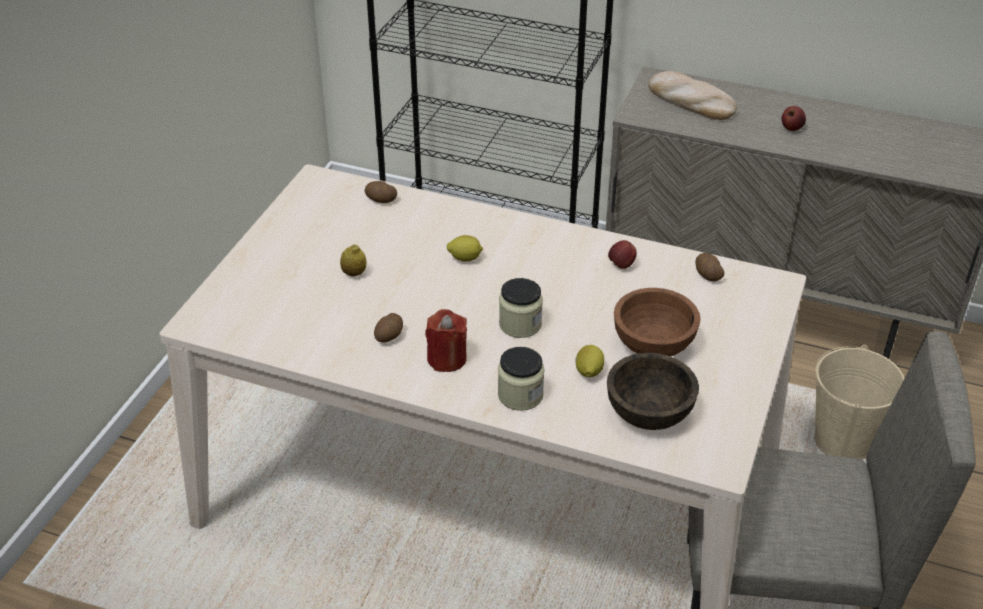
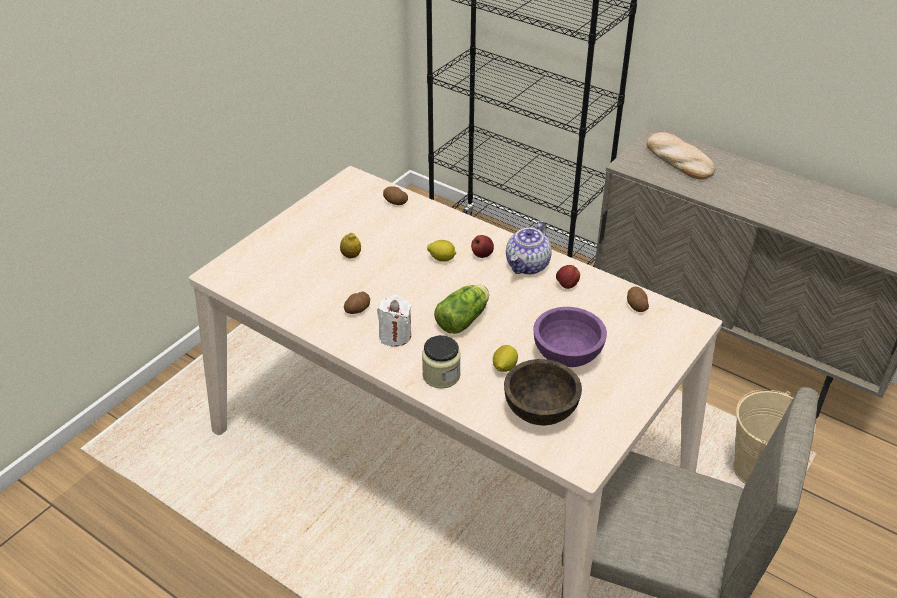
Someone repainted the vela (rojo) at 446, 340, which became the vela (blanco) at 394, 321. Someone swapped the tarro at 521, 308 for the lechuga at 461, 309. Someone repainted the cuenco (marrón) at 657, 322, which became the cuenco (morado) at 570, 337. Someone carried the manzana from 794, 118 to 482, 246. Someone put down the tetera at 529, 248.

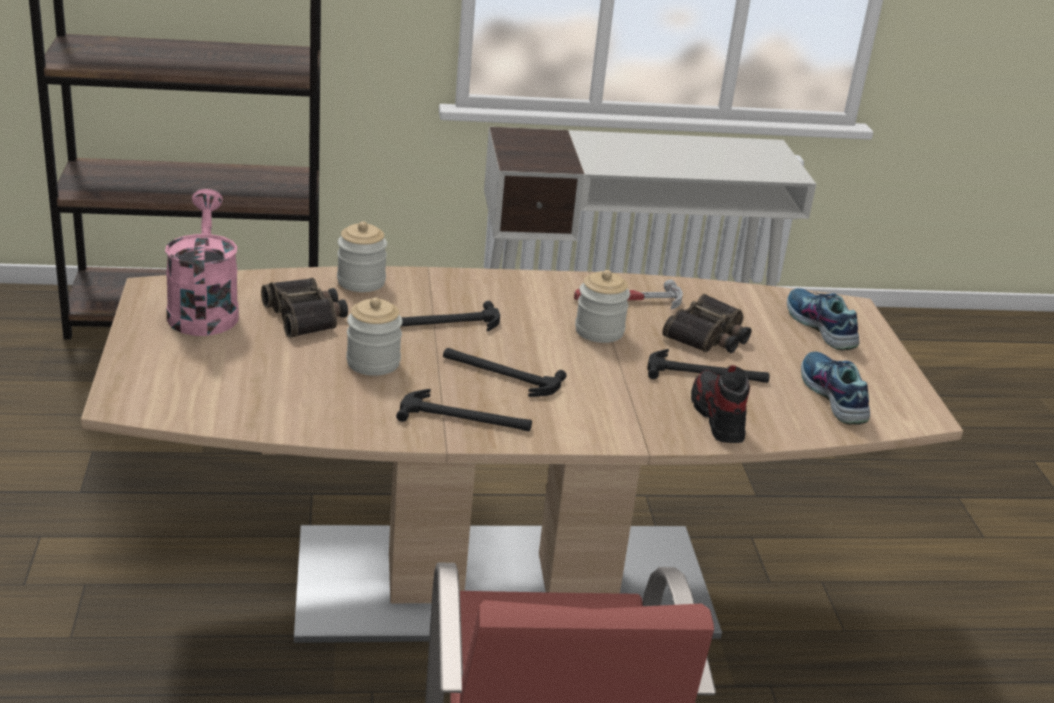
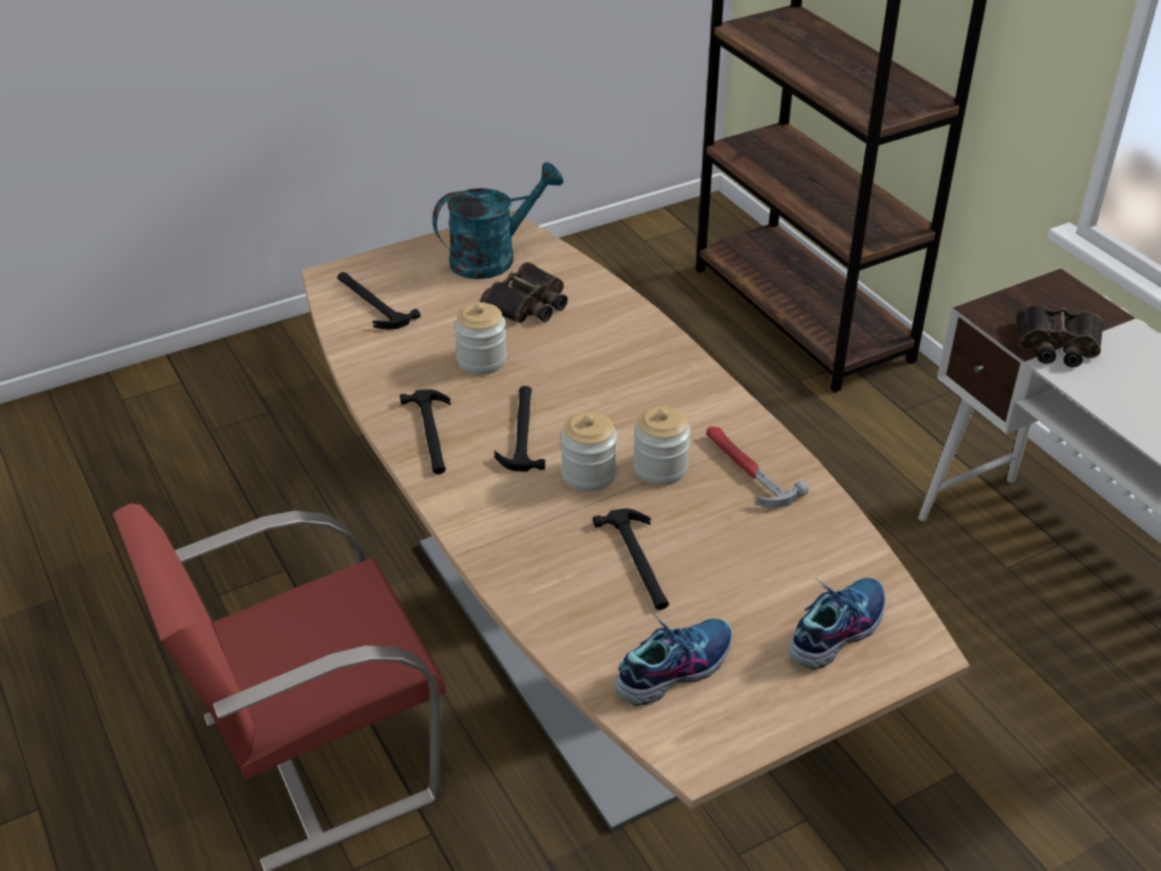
Someone repainted the regadera (rosa) at 202, 262, which became the regadera (turquesa) at 498, 220. Someone carried the tarro from 362, 256 to 589, 451. Someone carried the martillo from 450, 316 to 378, 301. Someone carried the prismáticos from 706, 323 to 1059, 335. Someone took away the zapato at 720, 404.

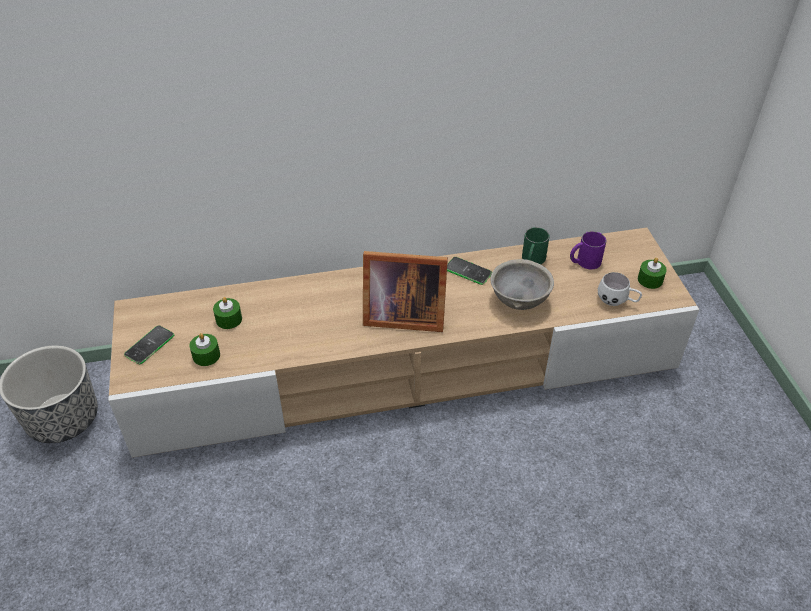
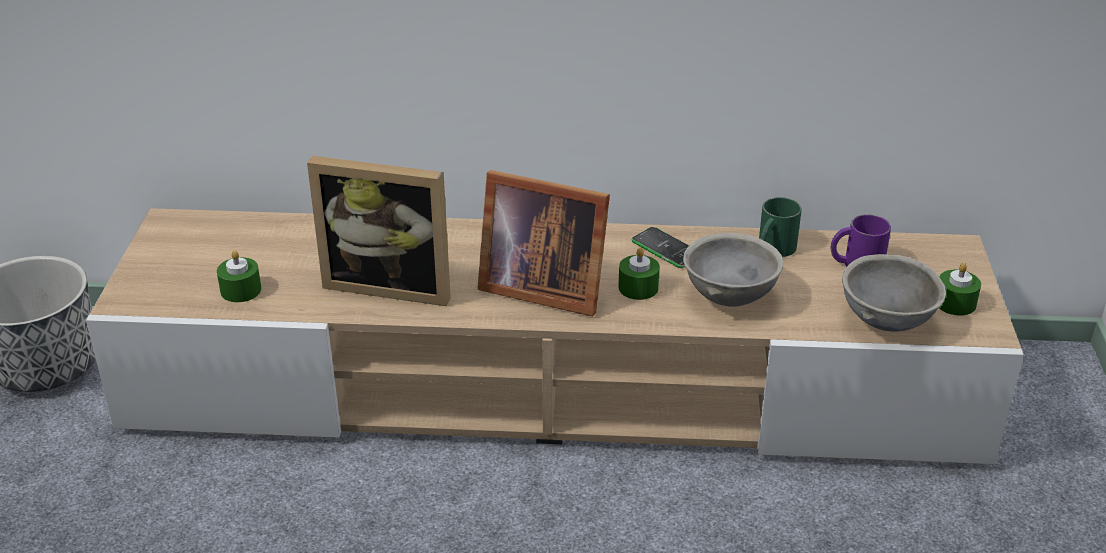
Someone took away the móvil at 149, 344. Someone carried the vela (verde) from 227, 313 to 639, 274. Someone swapped the taza grande (blanco) at 620, 289 for the cuenco (gris) at 894, 293. Someone put down the portarretratos at 379, 231.

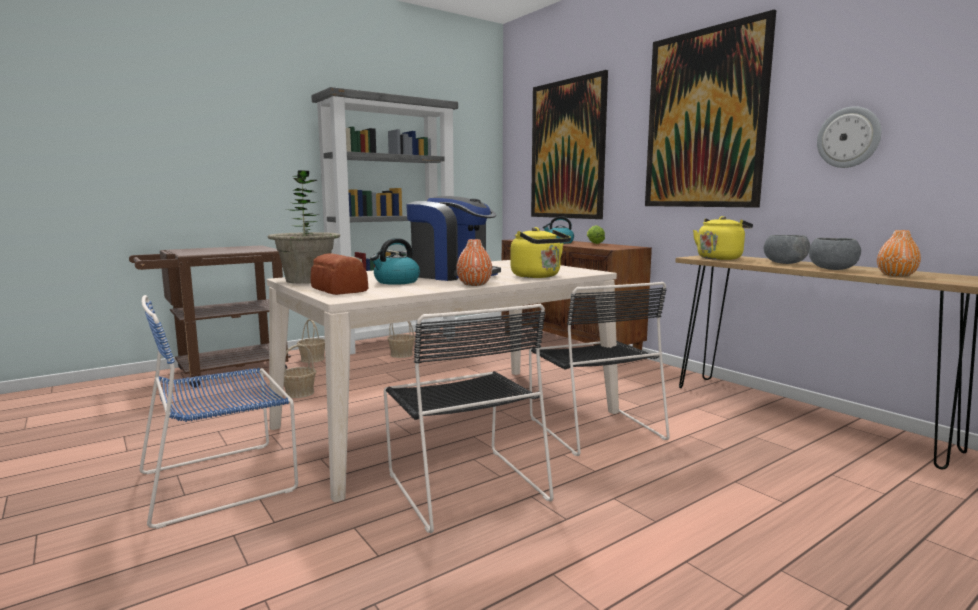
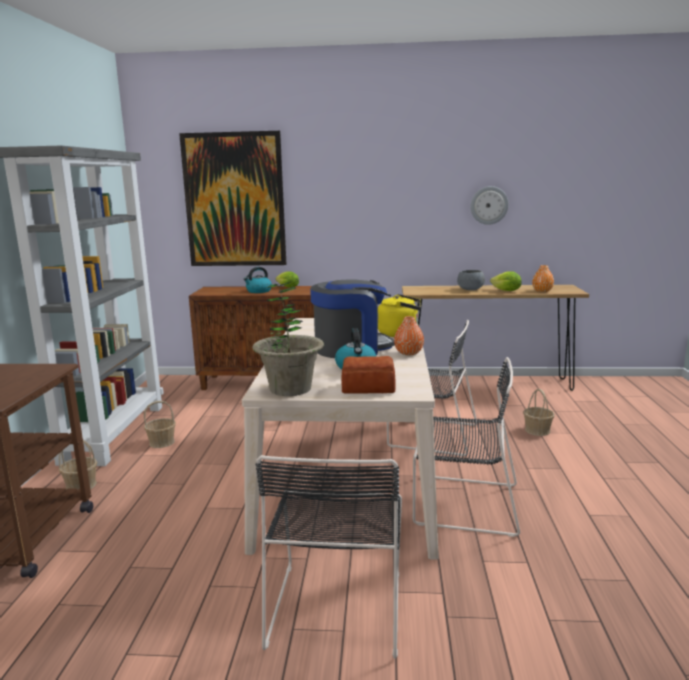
Someone repainted the silla (azul) at 218, 412, which became the silla (negro) at 328, 557. Someone carried the cesta from 300, 371 to 539, 412. Someone took away the cuadro at 710, 109. Someone took away the hervidor (amarillo) at 723, 238. Someone swapped the cuenco (gris) at 835, 254 for the lechuga at 506, 281.

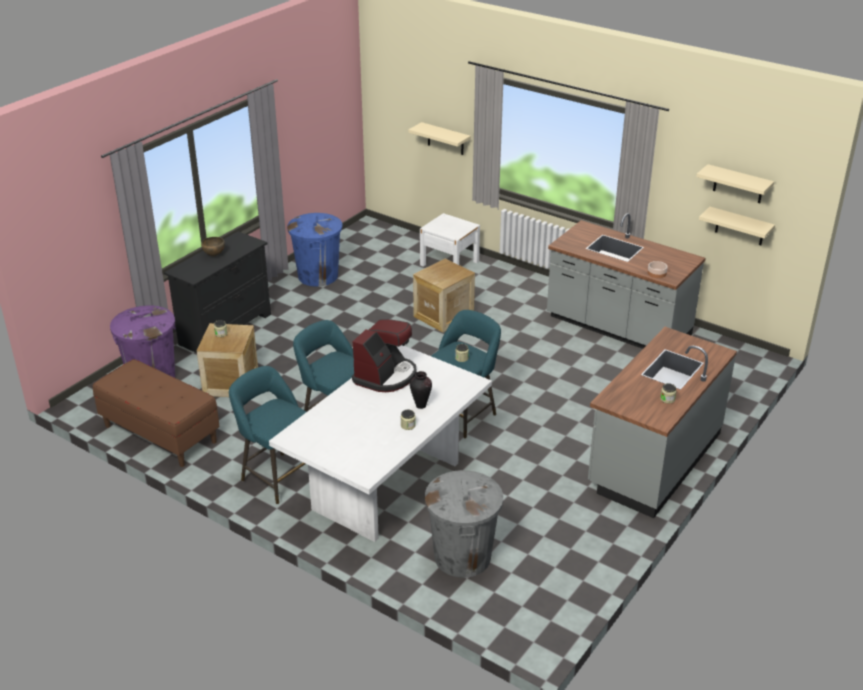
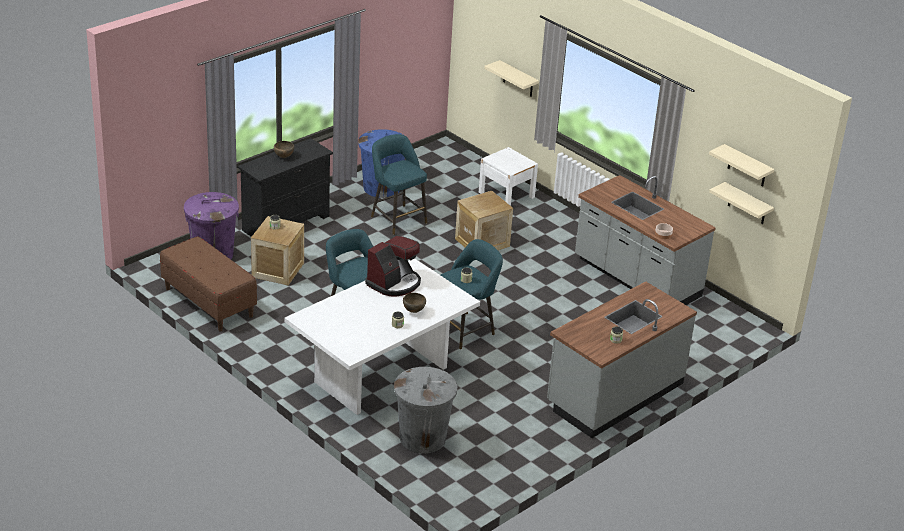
Someone carried the taburete (turquesa) from 267, 435 to 399, 184. Someone swapped the florero at 421, 390 for the cuenco (marrón) at 414, 303.

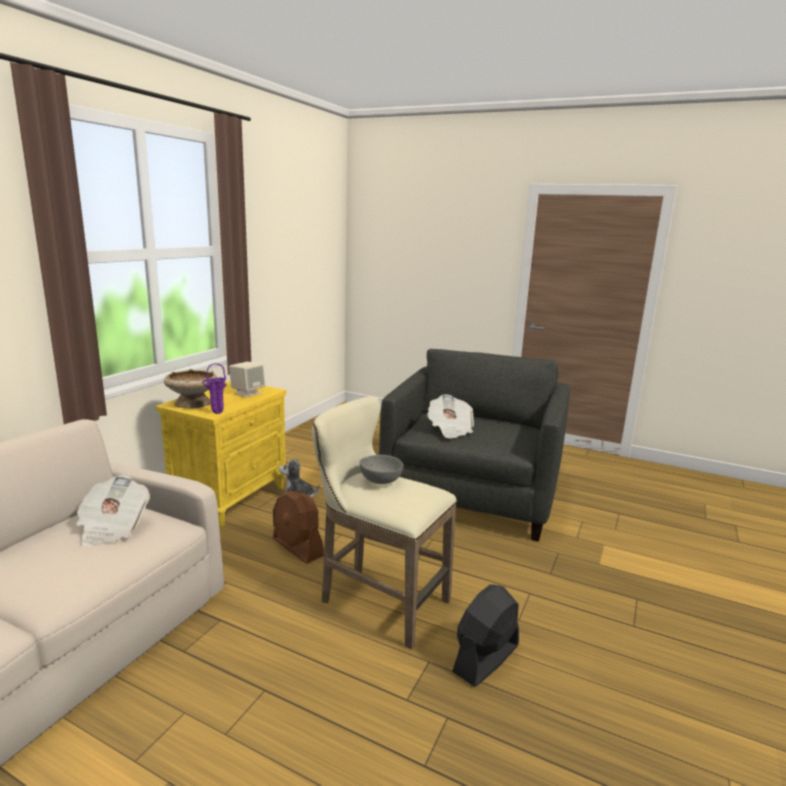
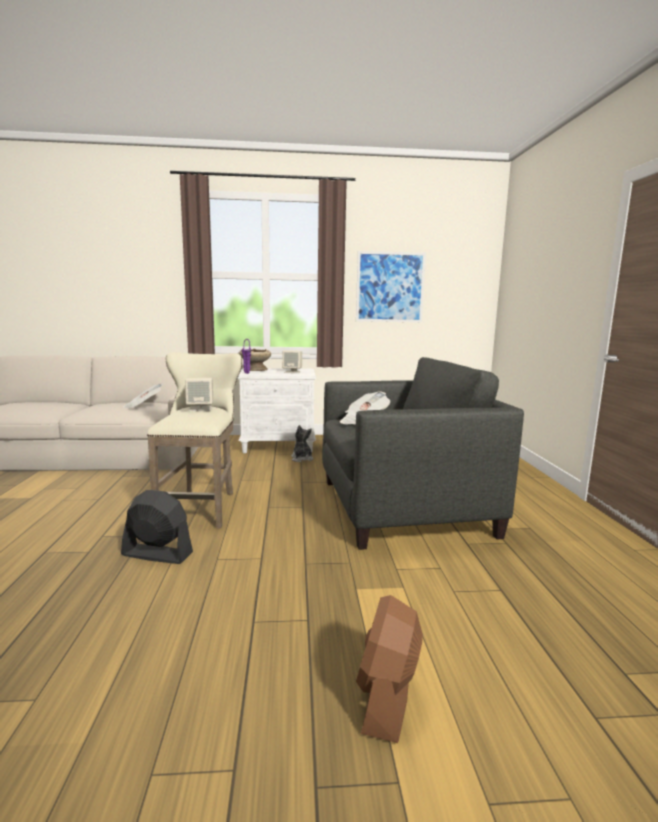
Someone repainted the mesita de noche (amarillo) at 221, 454, which became the mesita de noche (blanco) at 276, 410. Someone carried the ventilador (marrón) from 298, 527 to 389, 669. Someone swapped the cuenco (gris) at 381, 469 for the altavoz (beis) at 199, 394. Someone put up the cuadro at 391, 286.

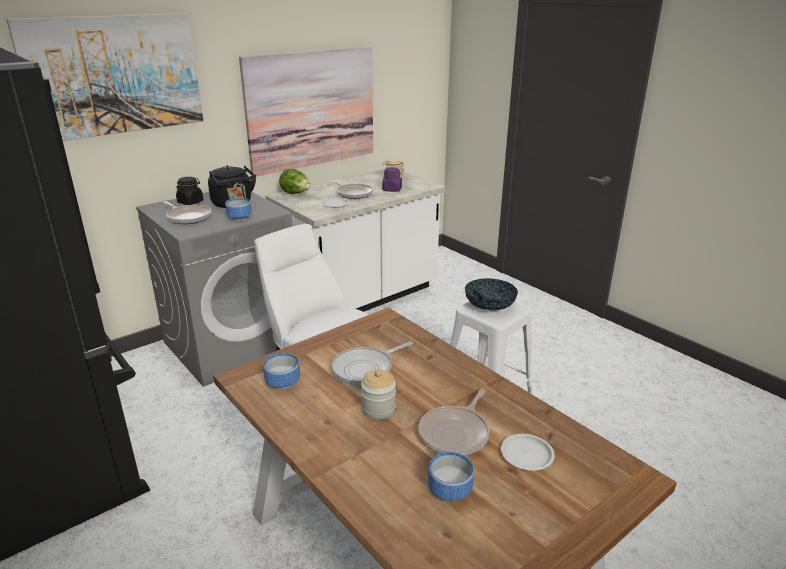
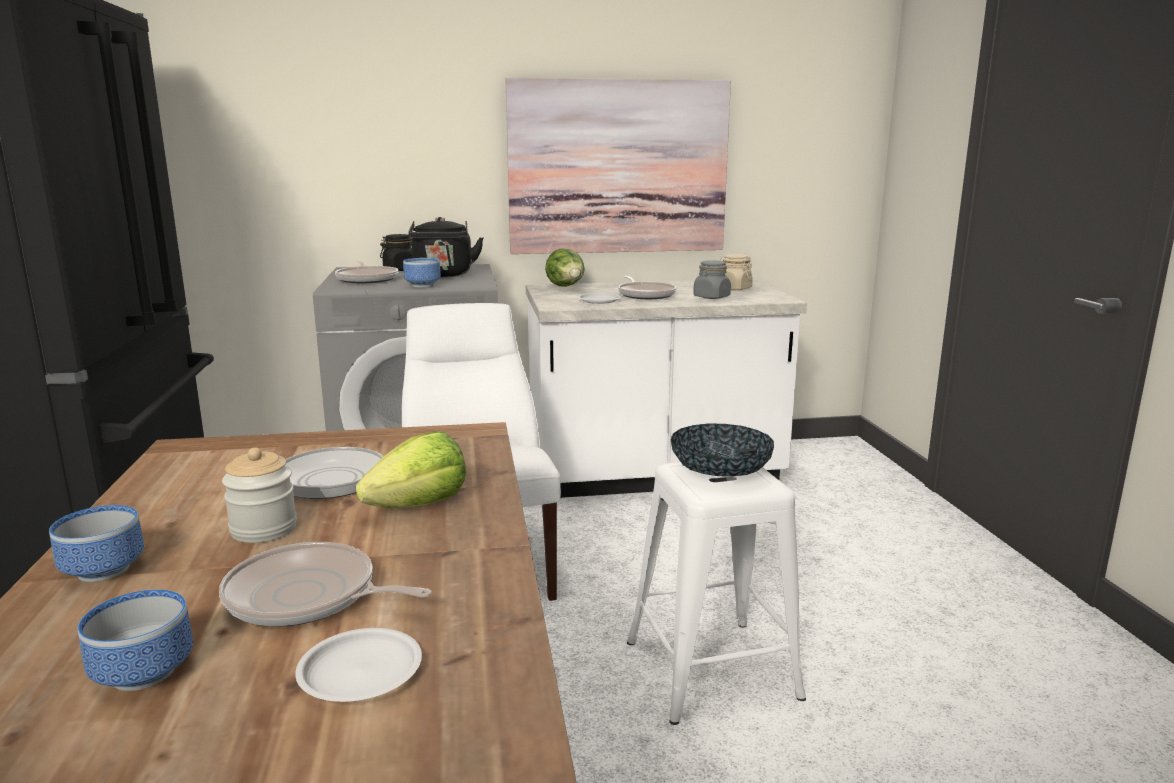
Someone took away the cuadro at 105, 77. Someone carried the cuenco from 281, 371 to 96, 543. Someone repainted the tarro (morado) at 392, 179, which became the tarro (gris) at 712, 279. Someone rotated the sartén at 453, 422 by 45 degrees clockwise. Someone put down the lechuga at 411, 469.

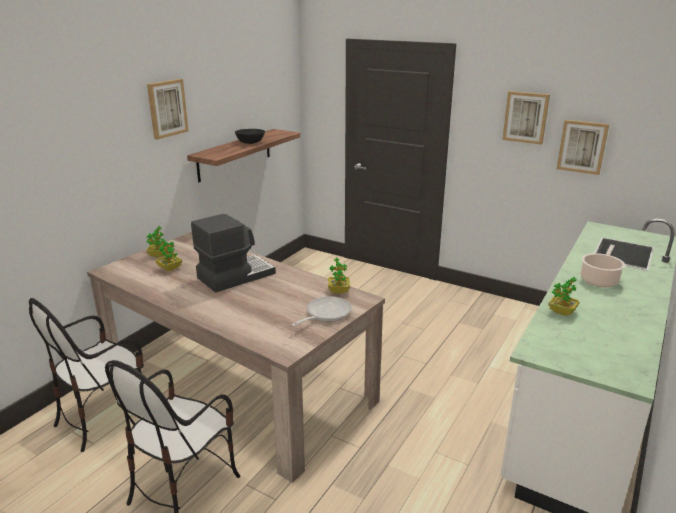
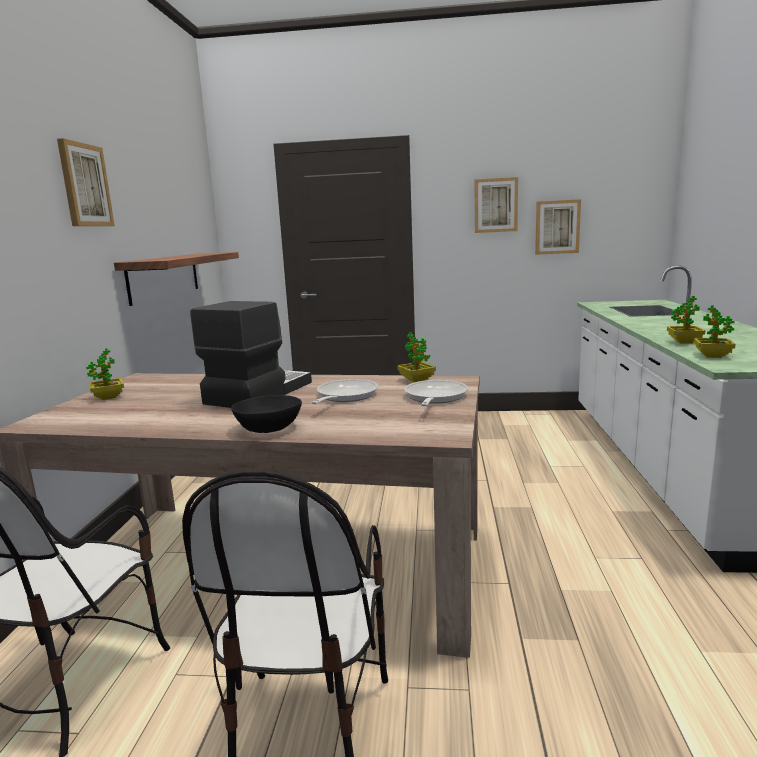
Someone carried the planta en maceta from 169, 254 to 715, 331. Someone carried the cuenco (negro) from 250, 136 to 266, 414. Someone took away the olla at 603, 266. Someone put down the sartén at 345, 391.

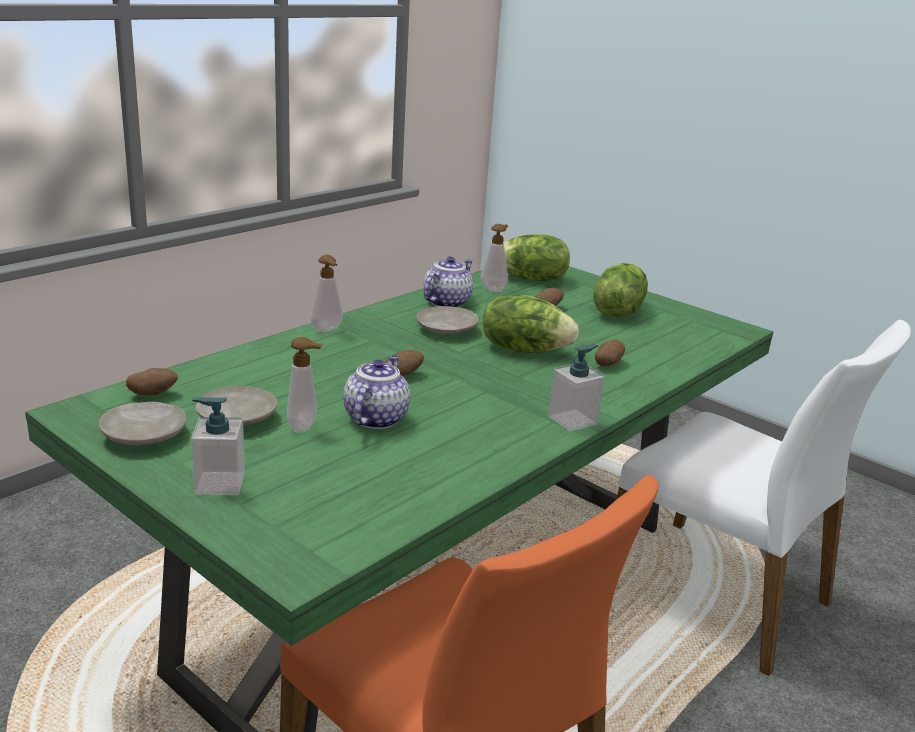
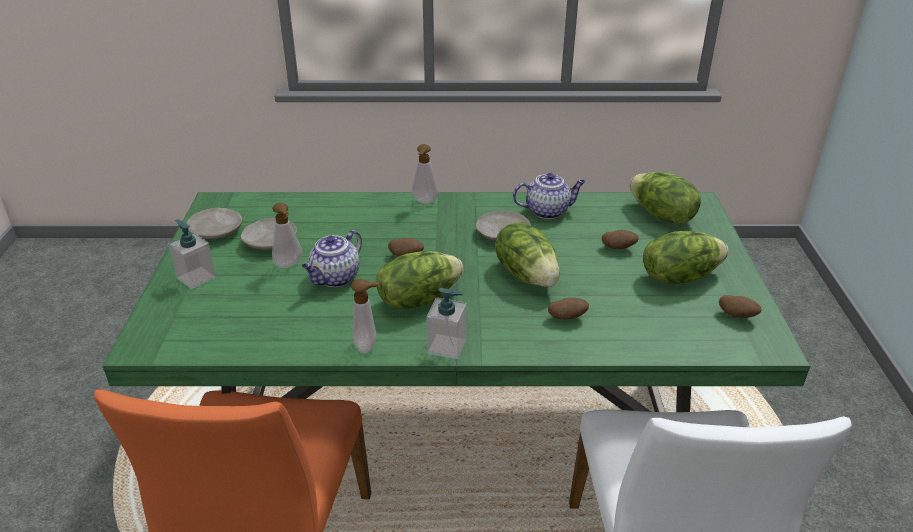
Someone carried the patata from 152, 382 to 740, 306. Someone rotated the tetera at 376, 392 by 150 degrees clockwise. Someone carried the dispensador de jabón from 494, 258 to 364, 316. Someone put down the lechuga at 419, 280.

